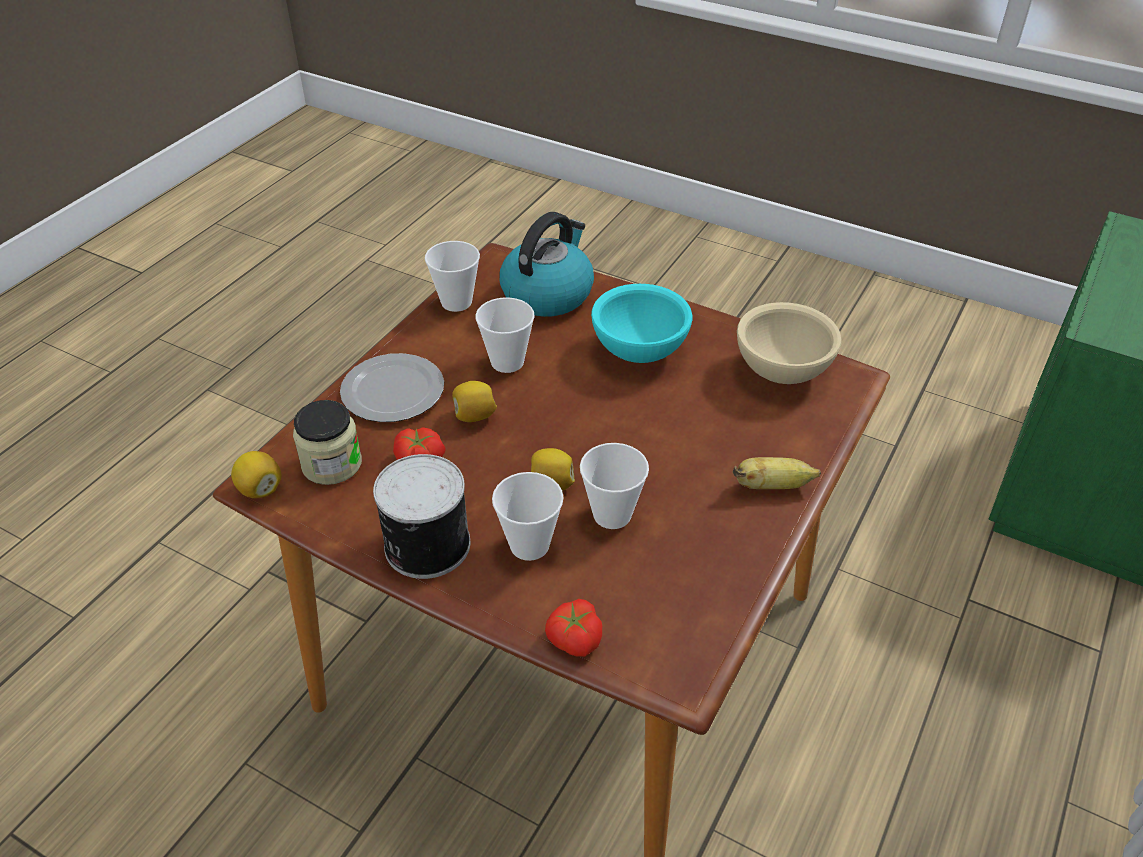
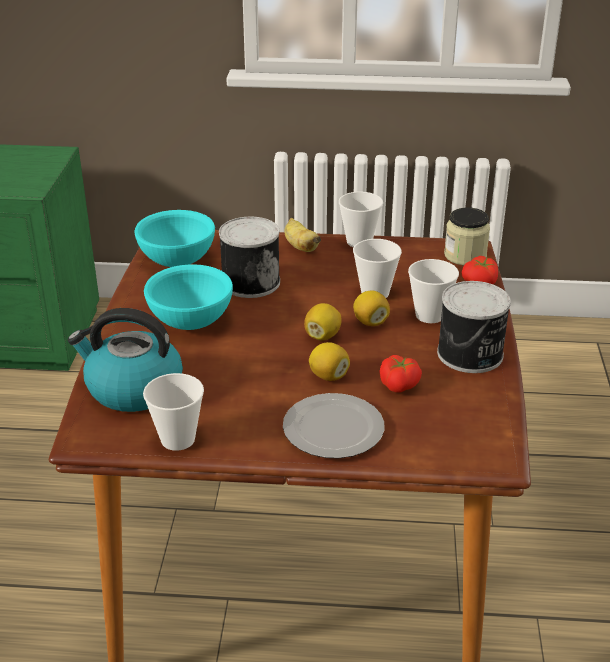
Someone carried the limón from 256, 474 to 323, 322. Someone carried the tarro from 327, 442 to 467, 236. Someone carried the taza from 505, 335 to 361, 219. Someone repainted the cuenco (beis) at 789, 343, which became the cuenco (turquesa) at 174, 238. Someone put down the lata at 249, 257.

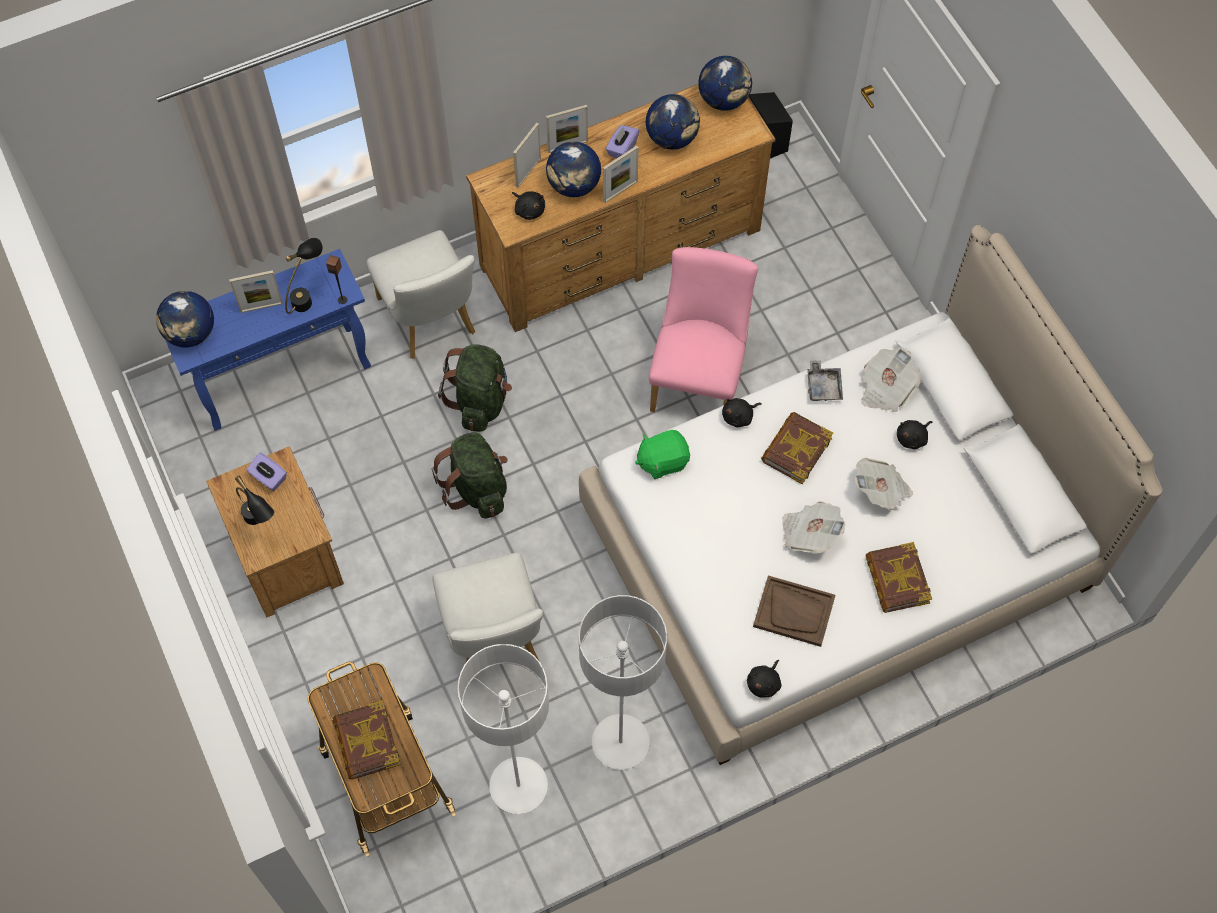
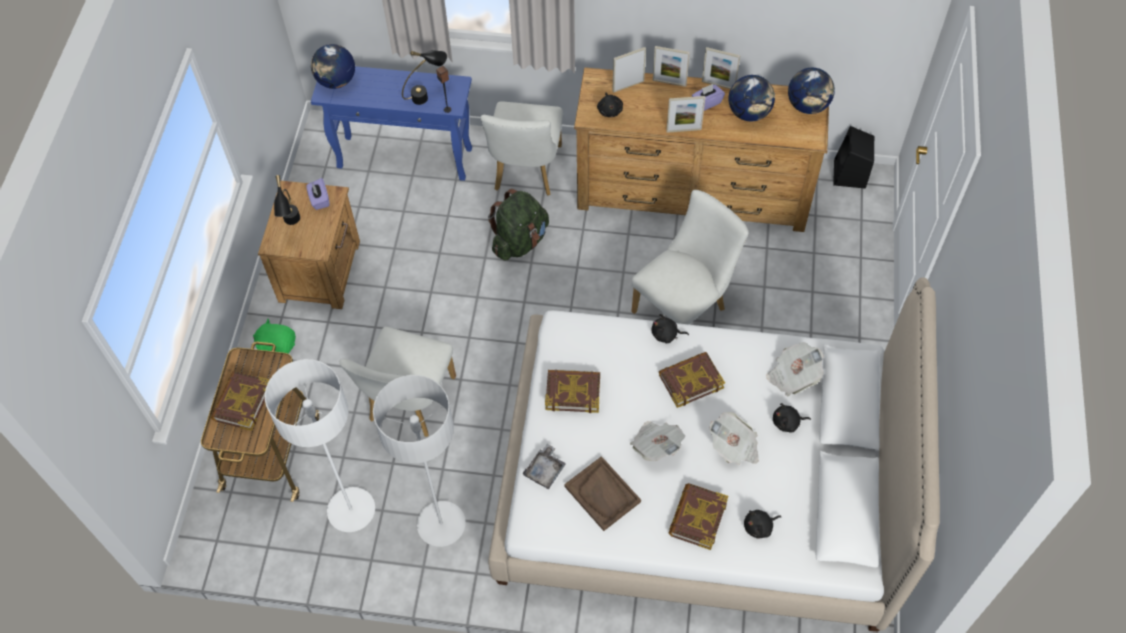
Someone carried the portarretratos from 256, 291 to 721, 68. Someone took away the mochila (verde) at 469, 475. Someone took away the globo terráqueo at 573, 169. Someone carried the peluche (verde) from 662, 454 to 274, 336. Someone repainted the silla (rosa) at 703, 329, which became the silla (blanco) at 690, 257. Someone carried the peluche (negro) from 764, 679 to 762, 524. Someone carried the bandeja (gris) from 825, 380 to 544, 467. Someone put down the libro at 572, 391.

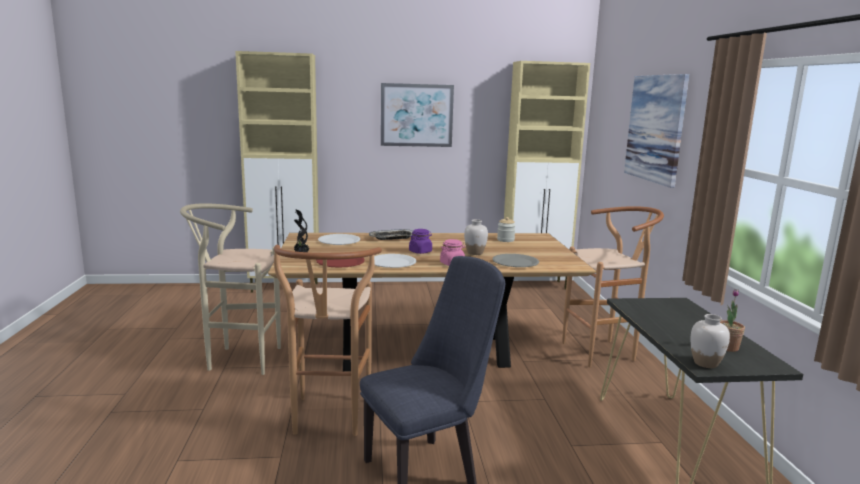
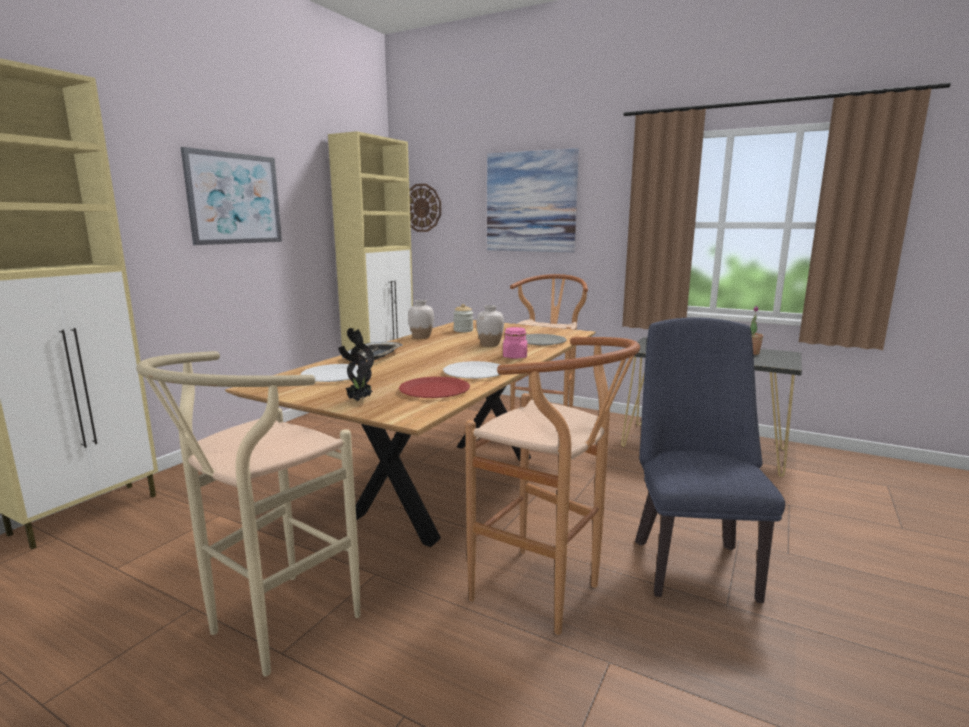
Someone took away the tarro (morado) at 420, 241. Someone carried the florero (blanco) from 710, 341 to 421, 319. Someone put up the reloj de pared at 425, 208.

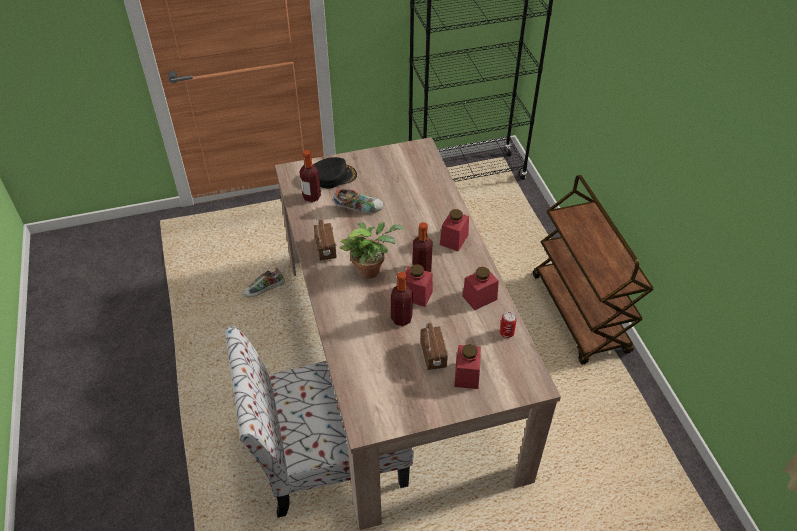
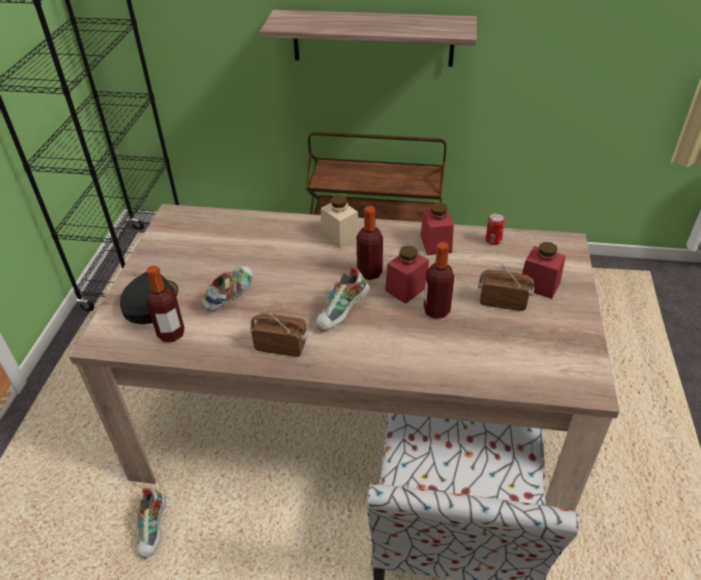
Someone swapped the planta en maceta at 372, 250 for the zapato at 343, 299. Someone repainted the tarro (rojo) at 454, 230, which became the tarro (beis) at 340, 222. Someone put up the estante at 368, 38.

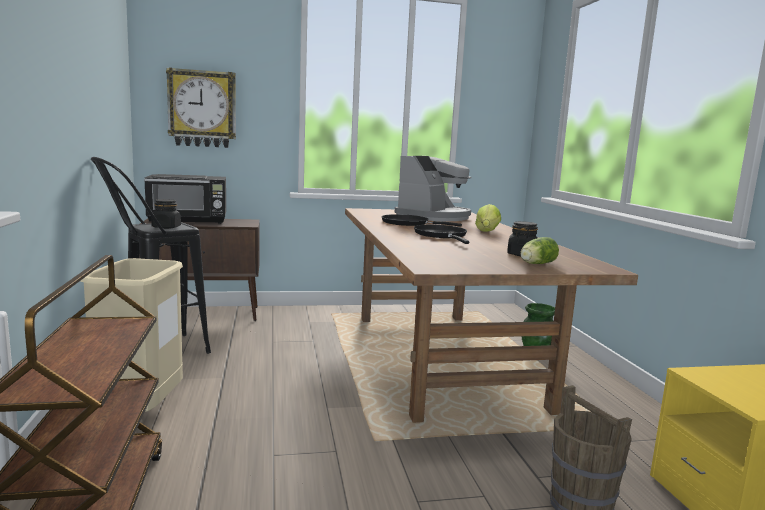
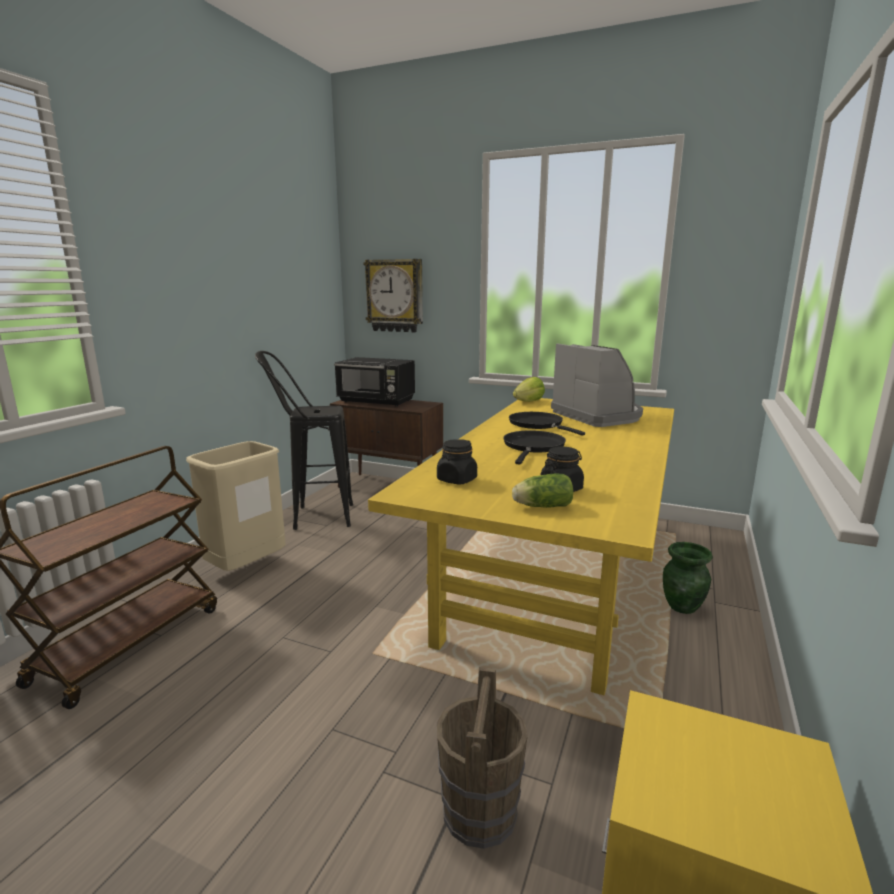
Someone carried the tarro (negro) from 166, 214 to 457, 462. Someone repainted the mesa de comedor (marrón) at 491, 315, which became the mesa de comedor (amarillo) at 521, 547. Someone rotated the cafetera at 433, 189 by 90 degrees counterclockwise. Someone carried the lechuga from 488, 218 to 529, 389.

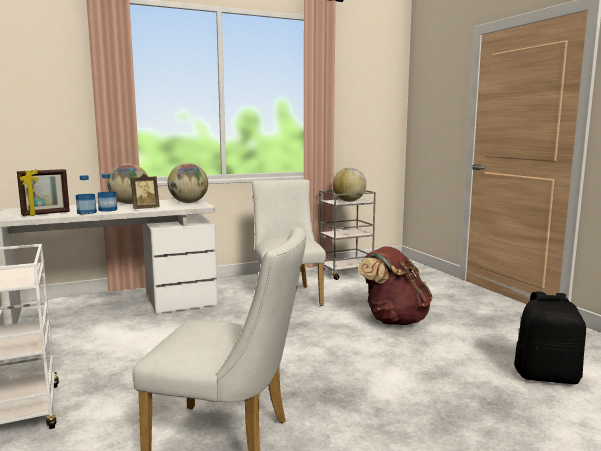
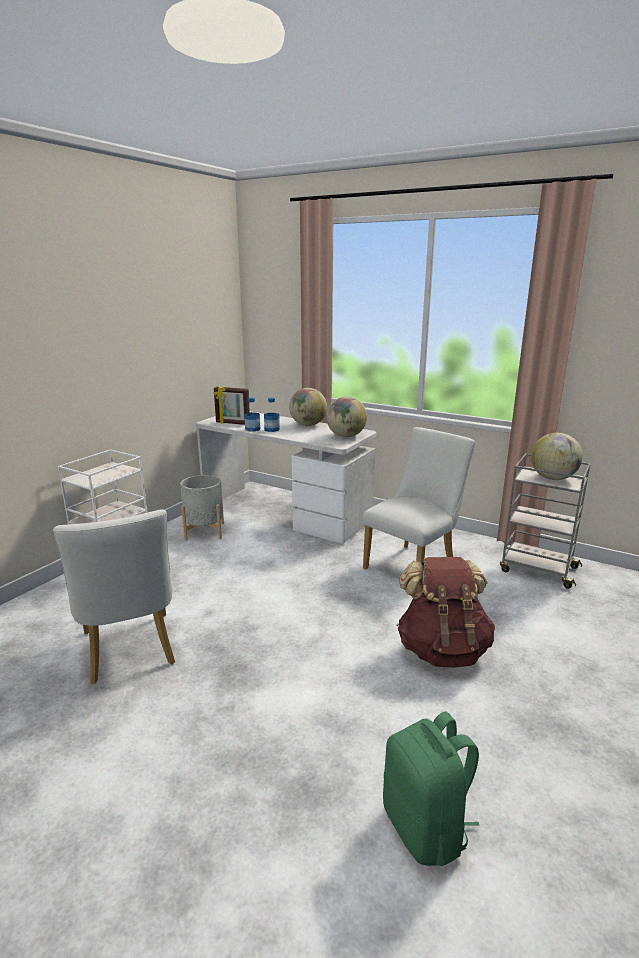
Someone took away the portarretratos at 145, 191. Someone repainted the mochila (negro) at 550, 338, which became the mochila (verde) at 431, 789. Someone put down the maceta (gris) at 202, 508.

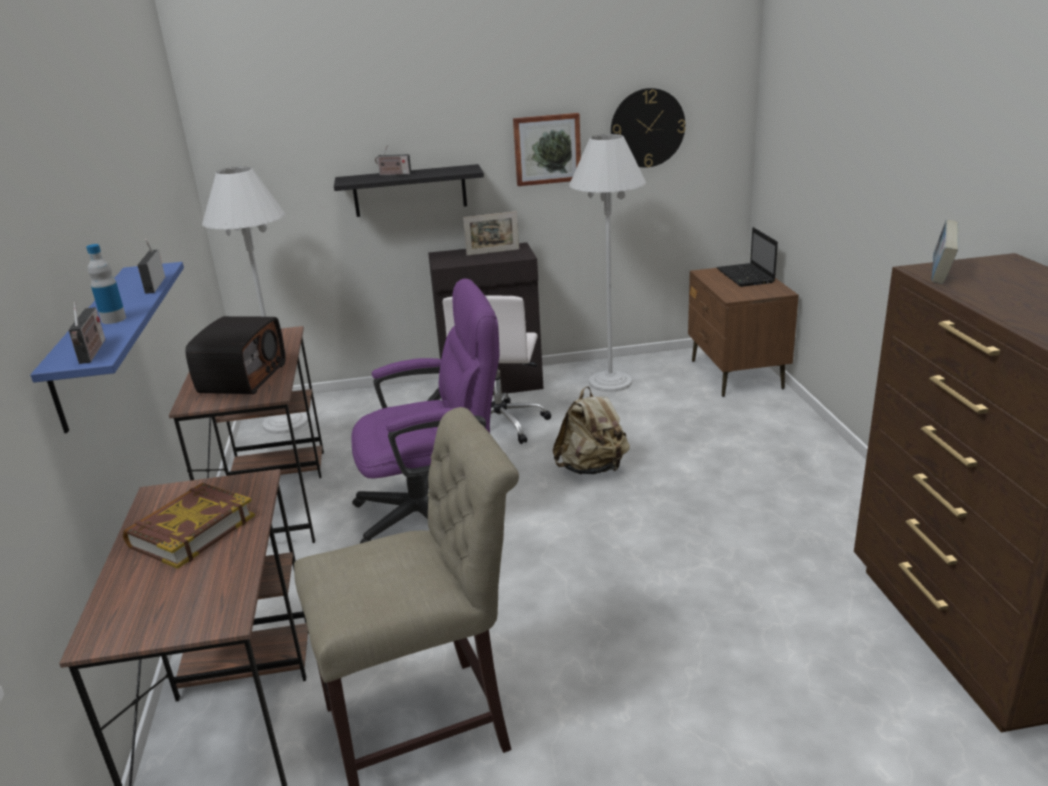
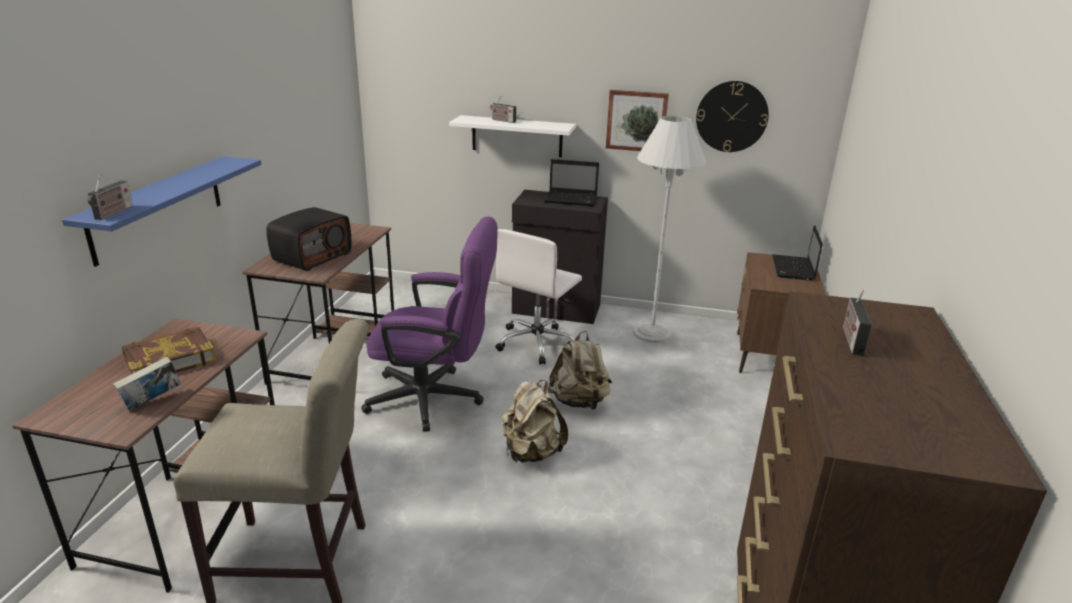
Someone took away the botella at 106, 284. Someone carried the radio from 151, 266 to 857, 322. Someone took away the lámpara de pie (blanco) at 255, 300. Someone repainted the estante (negro) at 409, 190, which became the estante (blanco) at 512, 136. Someone swapped the portarretratos at 491, 233 for the portátil at 571, 182. Someone carried the libro from 945, 252 to 147, 384. Someone put down the mochila (beis) at 535, 421.

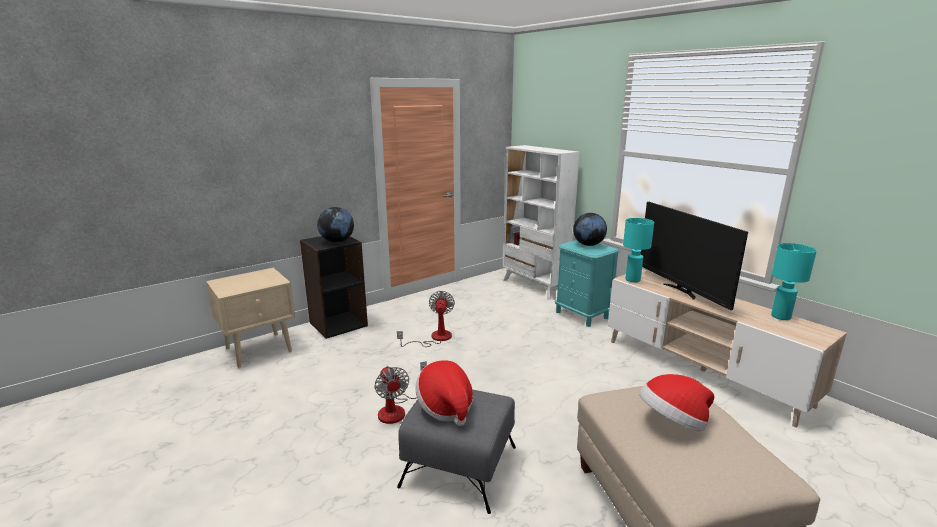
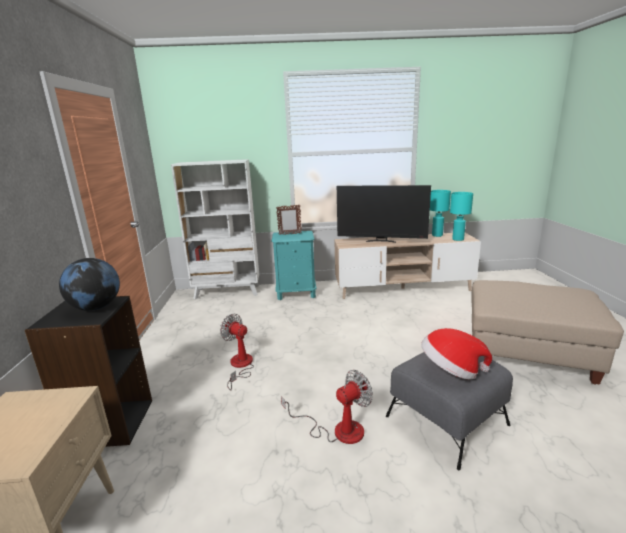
Someone rotated the ventilador at 400, 392 by 45 degrees counterclockwise. Someone swapped the globo terráqueo at 590, 229 for the portarretratos at 289, 219. Someone carried the lámpara de mesa (turquesa) from 638, 250 to 461, 216. Someone took away the sombrero at 676, 402.

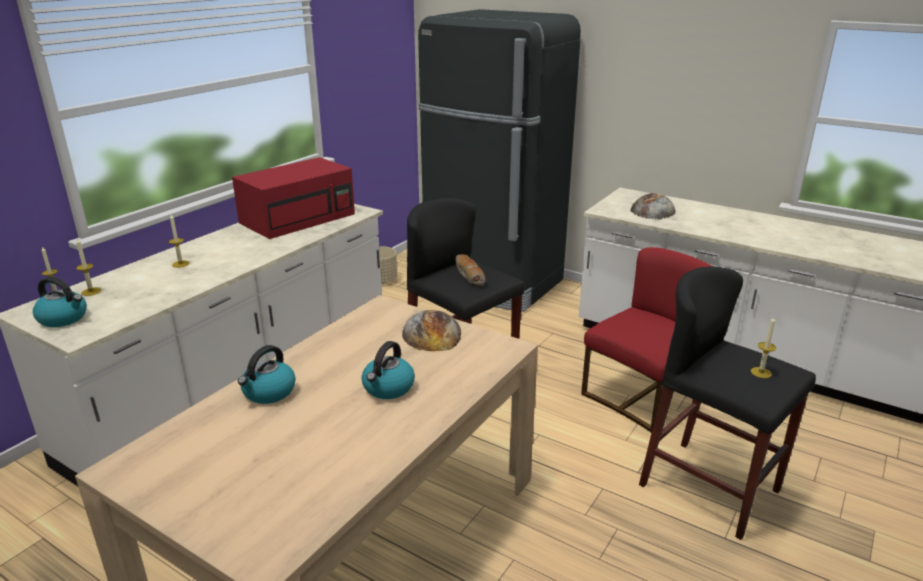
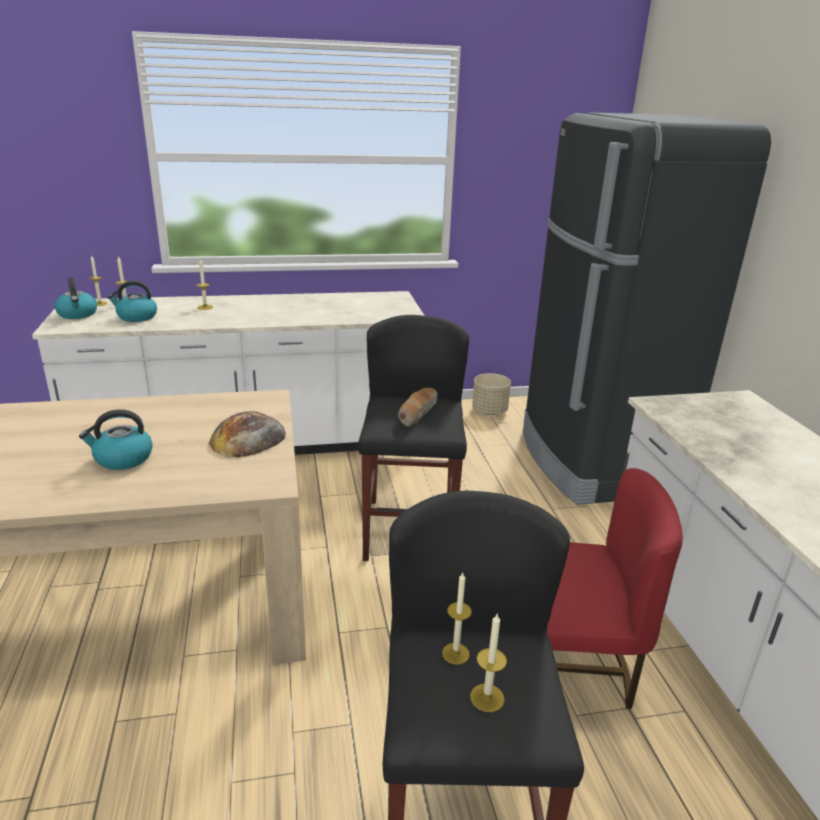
Someone took away the microondas (rojo) at 293, 198. Someone carried the hervidor from 267, 374 to 132, 301. Someone took away the pan at 653, 206. Someone put down the vela at 457, 618.

